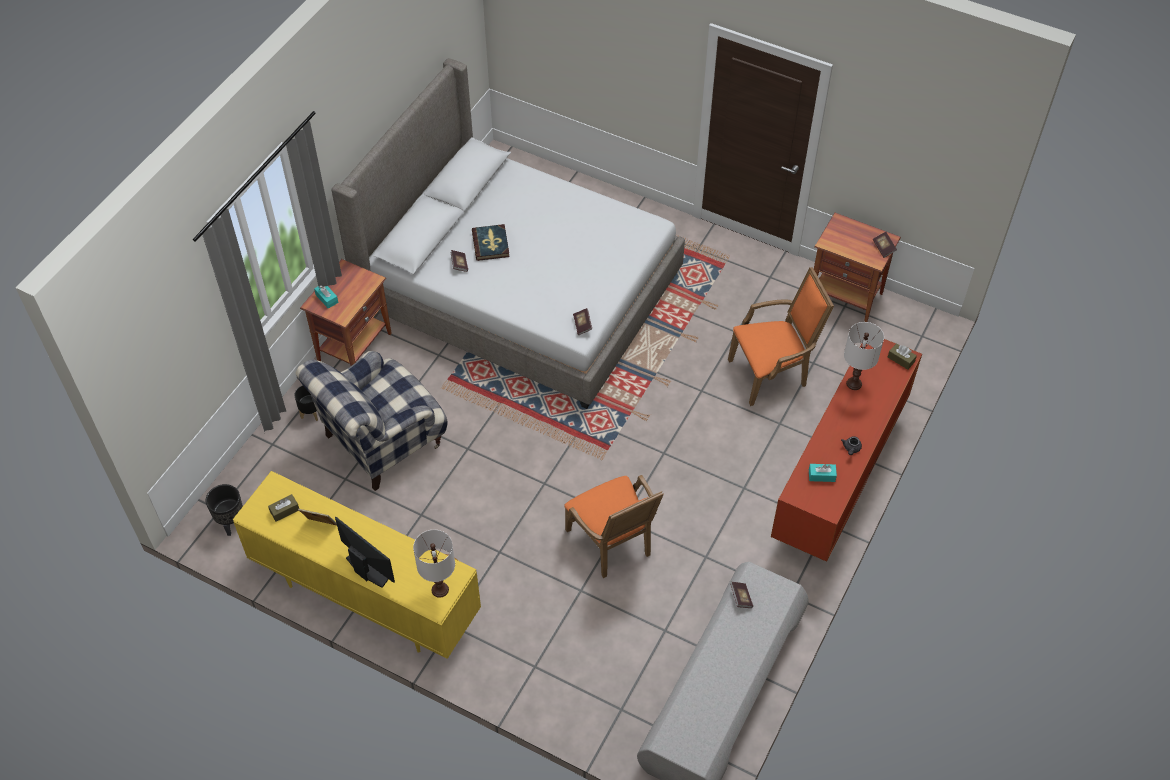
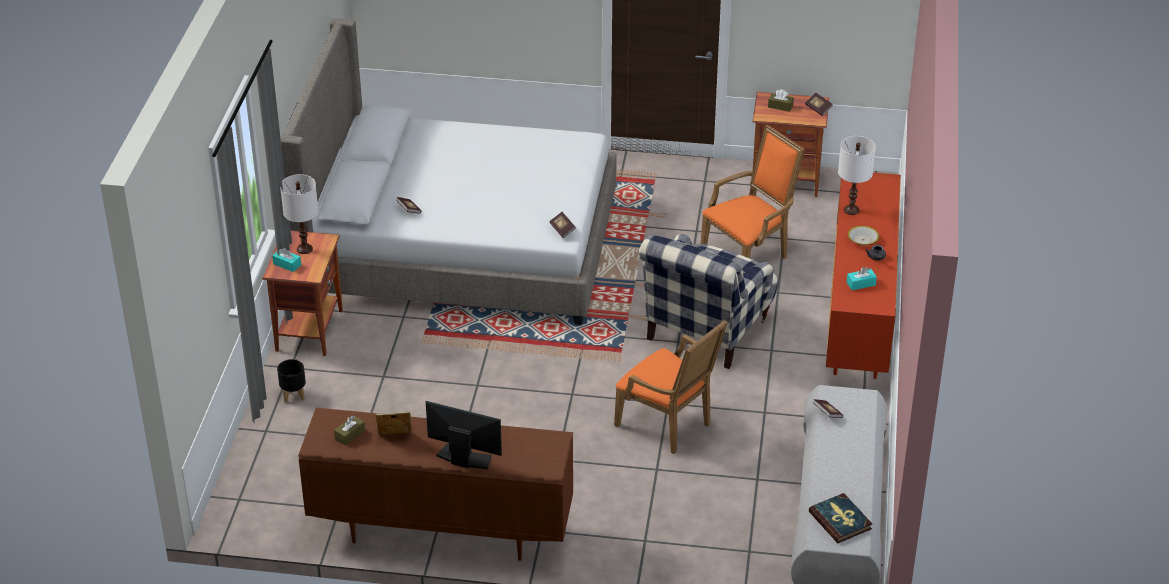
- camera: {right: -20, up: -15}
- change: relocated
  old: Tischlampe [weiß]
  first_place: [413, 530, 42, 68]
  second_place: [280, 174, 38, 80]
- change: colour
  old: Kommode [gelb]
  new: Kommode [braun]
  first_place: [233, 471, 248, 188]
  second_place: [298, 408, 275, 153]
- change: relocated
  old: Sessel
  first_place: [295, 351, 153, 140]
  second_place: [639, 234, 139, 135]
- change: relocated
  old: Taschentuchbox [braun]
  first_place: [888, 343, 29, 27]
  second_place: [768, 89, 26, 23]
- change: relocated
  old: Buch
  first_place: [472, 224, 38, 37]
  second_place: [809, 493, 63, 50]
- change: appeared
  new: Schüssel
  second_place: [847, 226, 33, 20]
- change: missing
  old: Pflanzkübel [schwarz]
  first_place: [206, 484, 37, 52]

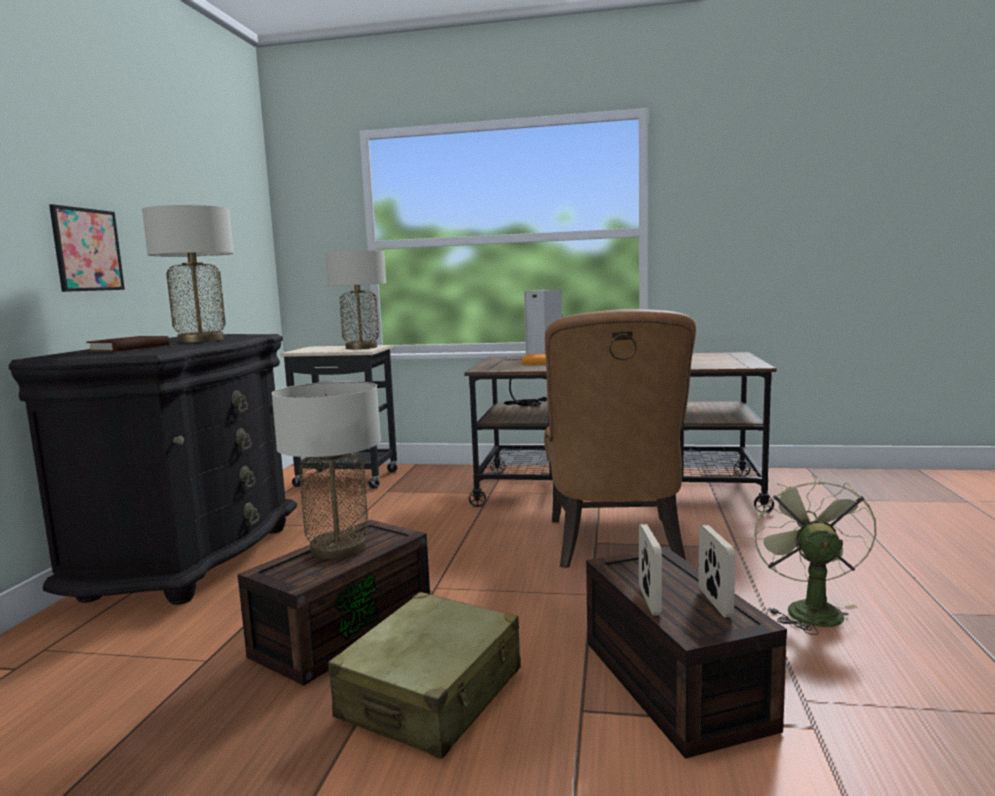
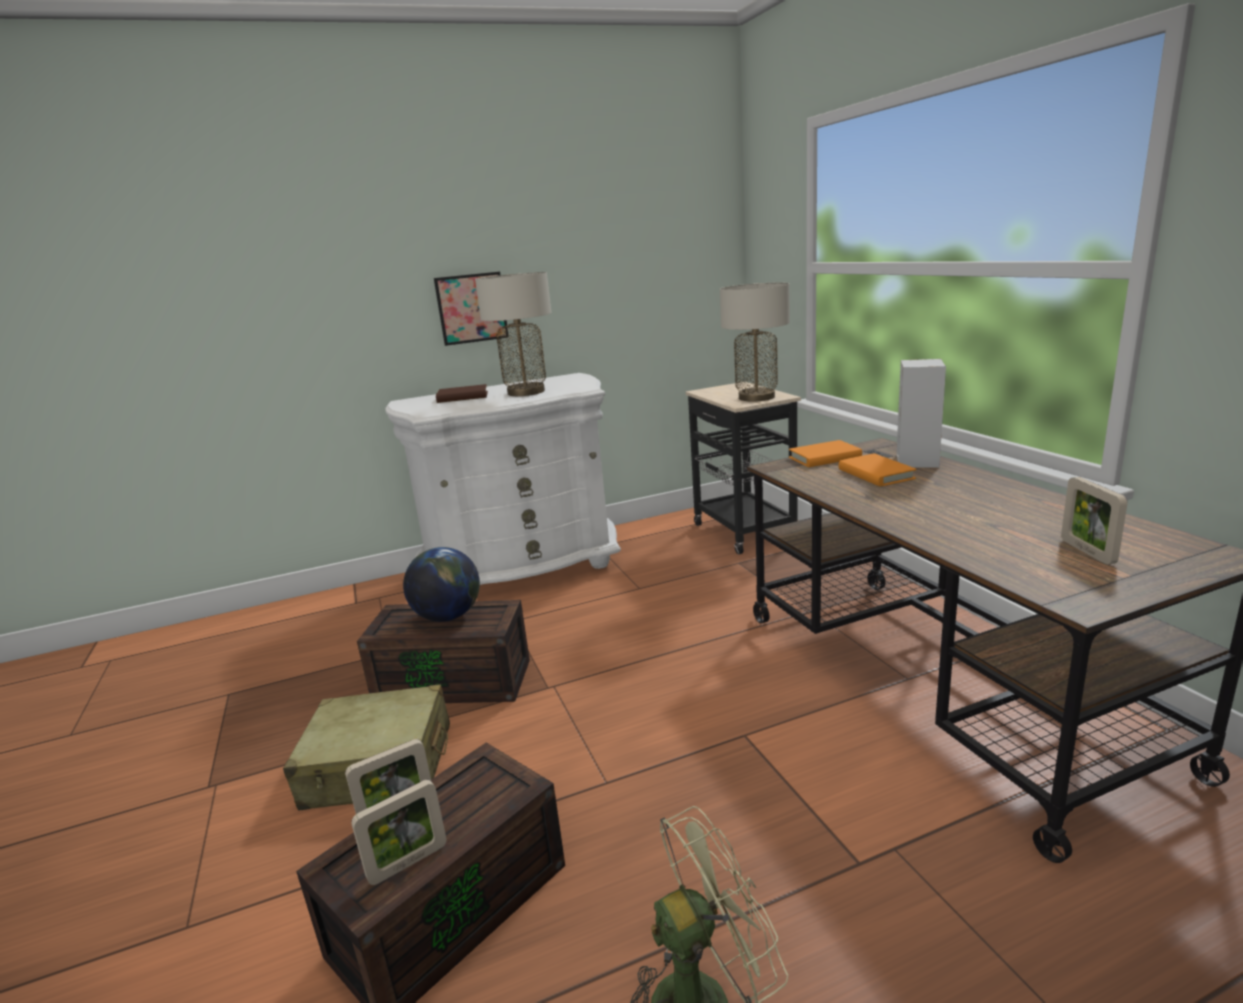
- camera: {right: 60, up: 10}
- change: colour
  old: Kommode [schwarz]
  new: Kommode [weiß]
  first_place: [9, 334, 288, 271]
  second_place: [385, 373, 236, 212]
- change: exchanged
  old: Tischlampe
  new: Globus
  first_place: [272, 381, 109, 178]
  second_place: [403, 547, 77, 75]
- change: appeared
  new: Buch [orange]
  second_place: [789, 440, 73, 27]
- change: appeared
  new: Bilderrahmen
  second_place: [1061, 477, 66, 88]
- change: missing
  old: Stuhl [braun]
  first_place: [544, 309, 152, 259]

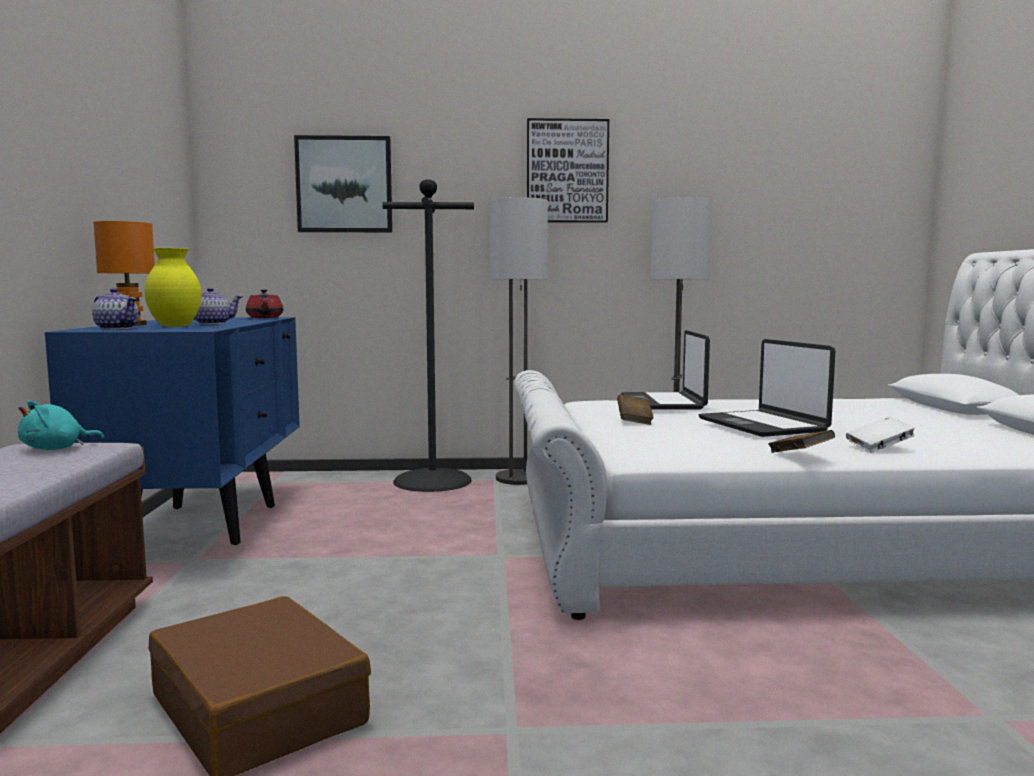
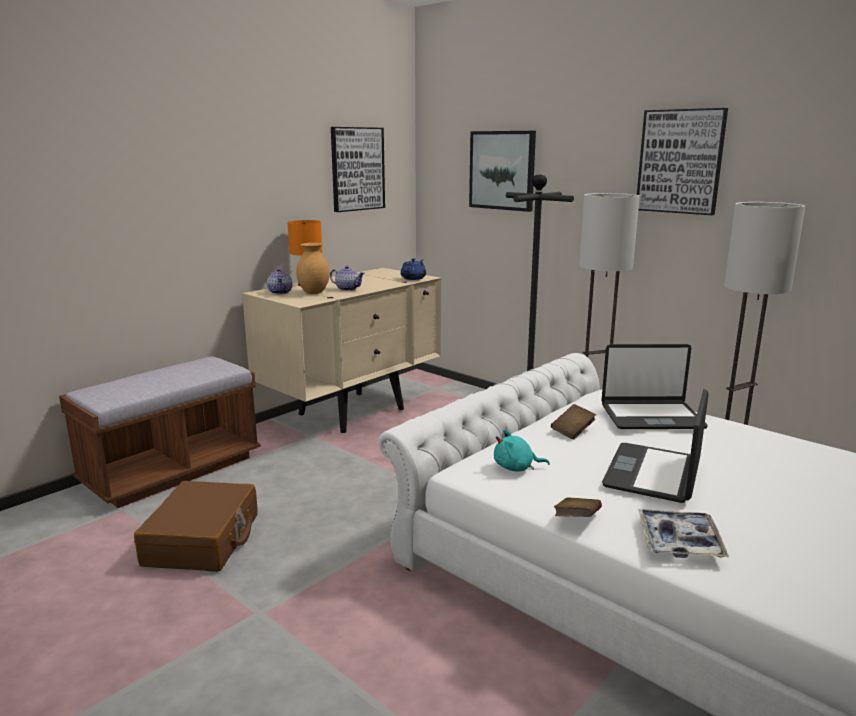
- camera: {right: 45, up: 10}
- change: colour
  old: Kommode [blau]
  new: Kommode [beige]
  first_place: [45, 317, 255, 228]
  second_place: [242, 268, 199, 165]
- change: colour
  old: Vase [gelb]
  new: Vase [braun]
  first_place: [145, 248, 56, 79]
  second_place: [296, 243, 34, 51]
- change: appeared
  new: Bild
  second_place: [331, 127, 54, 85]
- change: colour
  old: Teekanne [rot]
  new: Teekanne [blau]
  first_place: [246, 289, 37, 29]
  second_place: [401, 258, 25, 22]
- change: relocated
  old: Plüschtier [türkis]
  first_place: [18, 401, 86, 49]
  second_place: [494, 430, 56, 42]
- change: spun
  old: Laptop
  first_place: [621, 330, 89, 80]
  second_place: [601, 344, 107, 85]
  degrees: -135
- change: exchanged
  old: Buch [weiß]
  new: Tablett
  first_place: [846, 416, 69, 37]
  second_place: [638, 509, 91, 49]

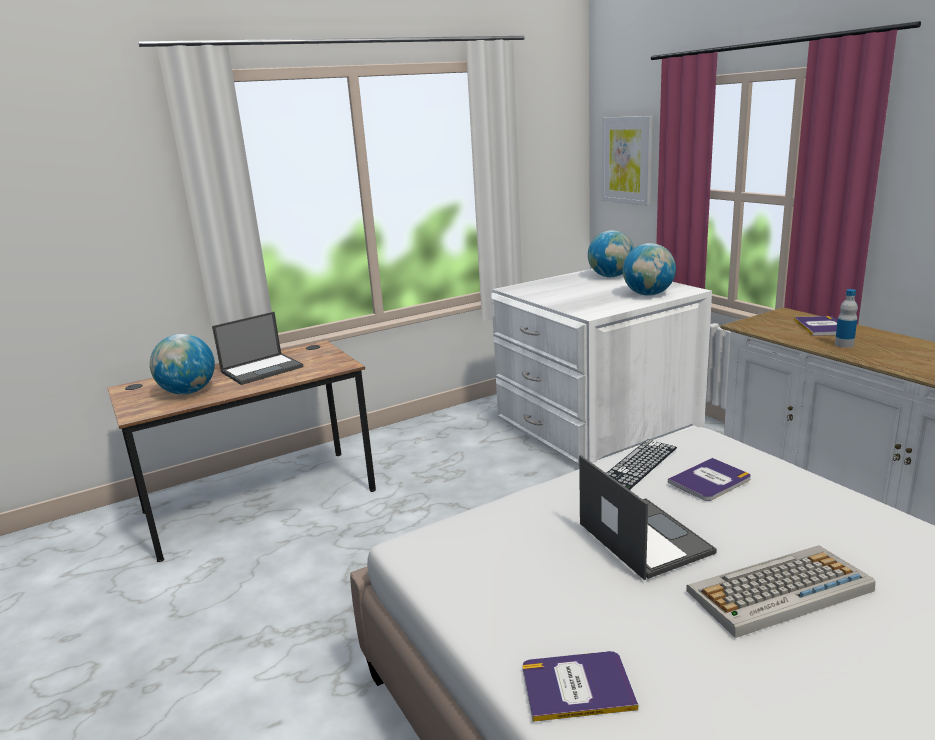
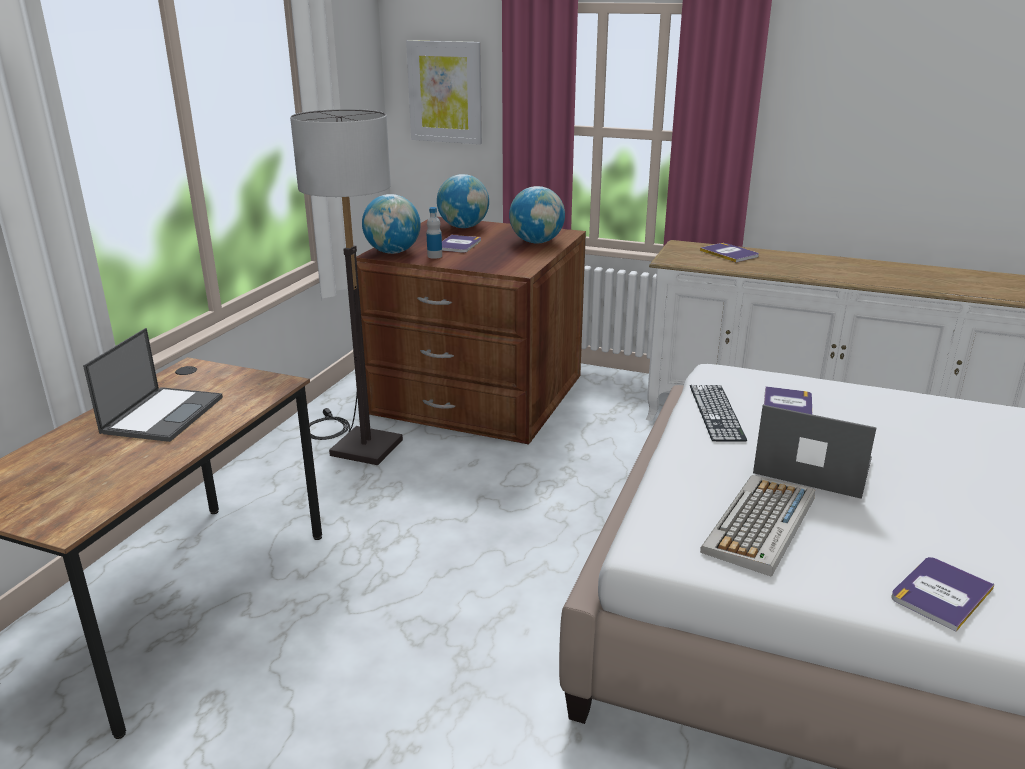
- camera: {right: -40, up: 5}
- change: appeared
  new: Stehlampe
  second_place: [290, 109, 113, 356]
- change: colour
  old: Kommode [weiß]
  new: Kommode [braun]
  first_place: [491, 269, 221, 197]
  second_place: [356, 217, 230, 228]
- change: relocated
  old: Globus
  first_place: [150, 334, 65, 61]
  second_place: [362, 194, 59, 60]
- change: relocated
  old: Flasche
  first_place: [835, 289, 23, 59]
  second_place: [426, 207, 16, 52]
- change: appeared
  new: Buch
  second_place: [442, 235, 39, 18]
- change: relocated
  old: Tastatur
  first_place: [686, 545, 190, 93]
  second_place: [700, 475, 115, 102]

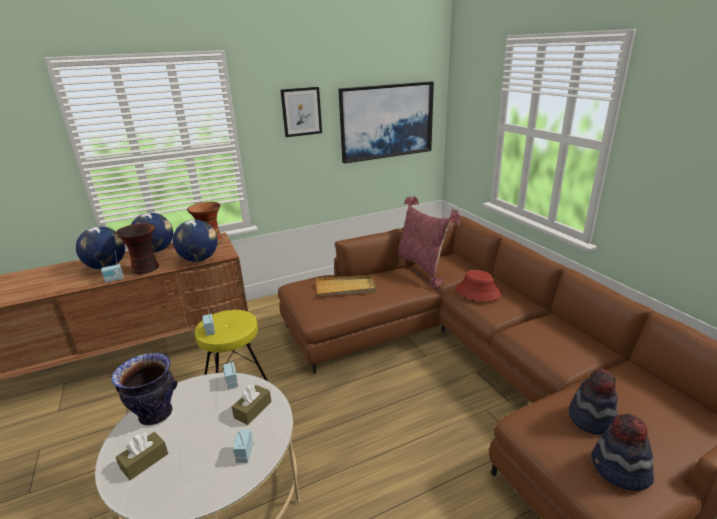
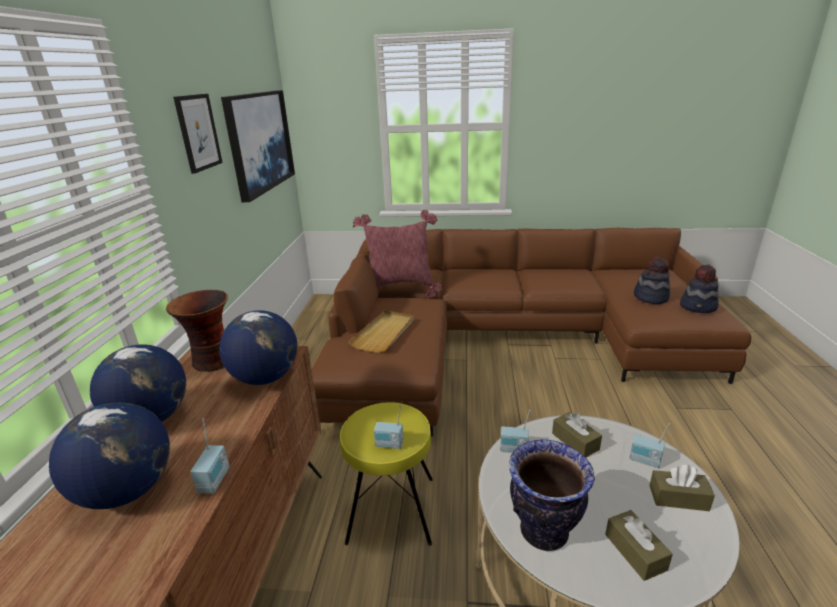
- camera: {right: -60, up: 0}
- change: appeared
  new: Taschentuchbox [braun]
  second_place: [649, 465, 66, 46]
- change: missing
  old: Vase
  first_place: [115, 223, 44, 51]
- change: missing
  old: Hut [rot]
  first_place: [456, 270, 46, 31]

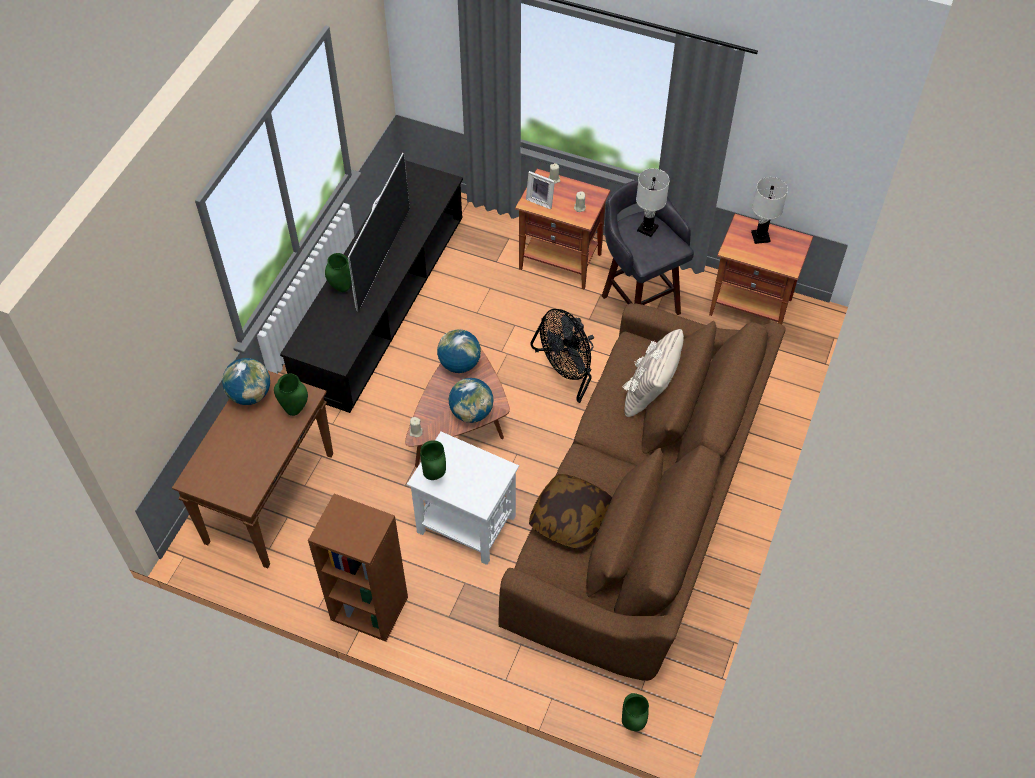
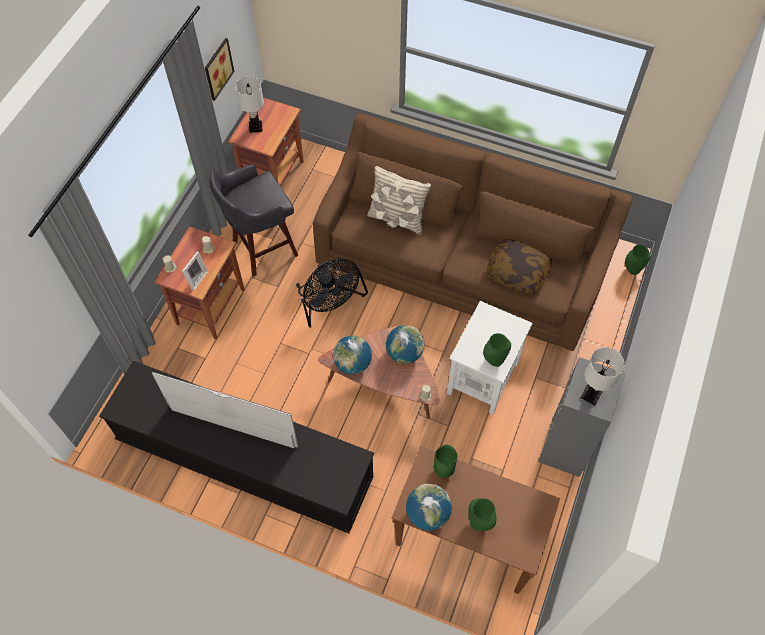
- camera: {right: -90, up: 5}
- change: appeared
  new: Bild
  second_place: [205, 38, 29, 63]
- change: relocated
  old: Vase [grün]
  first_place: [325, 253, 27, 39]
  second_place: [468, 499, 29, 32]
- change: colour
  old: Bücherregal [braun]
  new: Bücherregal [grau]
  first_place: [308, 494, 100, 148]
  second_place: [538, 357, 88, 120]
- change: relocated
  old: Tischlampe [weiß]
  first_place: [636, 168, 34, 69]
  second_place: [580, 347, 45, 58]

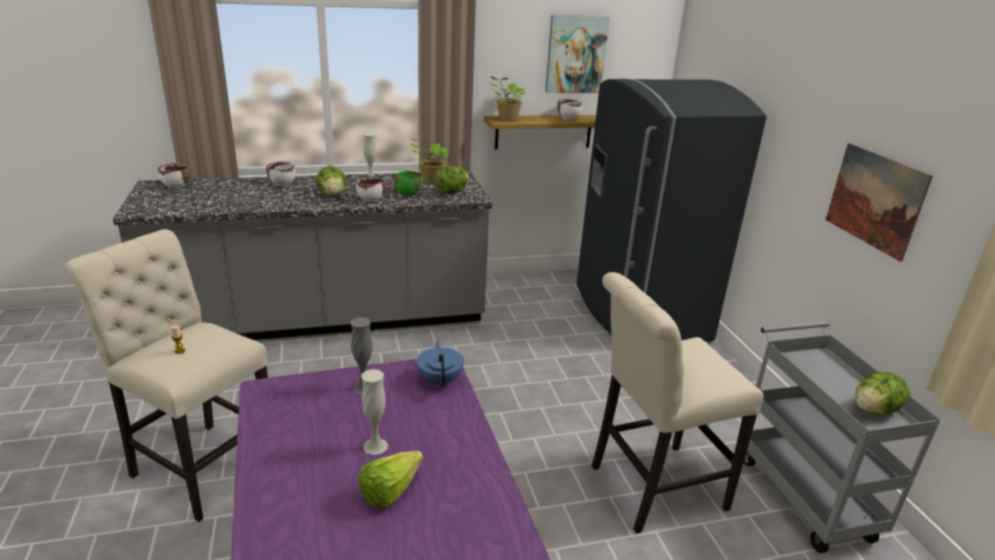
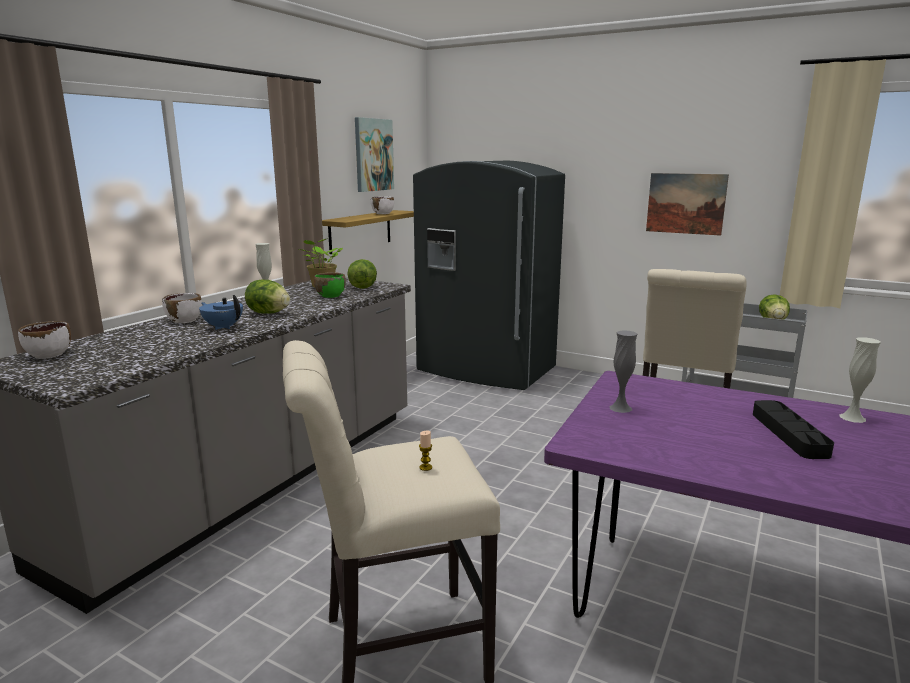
- camera: {right: -45, up: -10}
- change: relocated
  old: Teekanne [blau]
  first_place: [417, 341, 47, 46]
  second_place: [199, 295, 44, 35]
- change: exchanged
  old: Salatkopf
  new: Tablett [schwarz]
  first_place: [359, 451, 64, 58]
  second_place: [753, 400, 81, 59]
- change: relocated
  old: Vase [weiß]
  first_place: [362, 369, 26, 86]
  second_place: [839, 337, 42, 86]
- change: missing
  old: Schüssel [weiß]
  first_place: [356, 176, 30, 26]
- change: missing
  old: Topfpflanze
  first_place: [490, 76, 36, 46]

